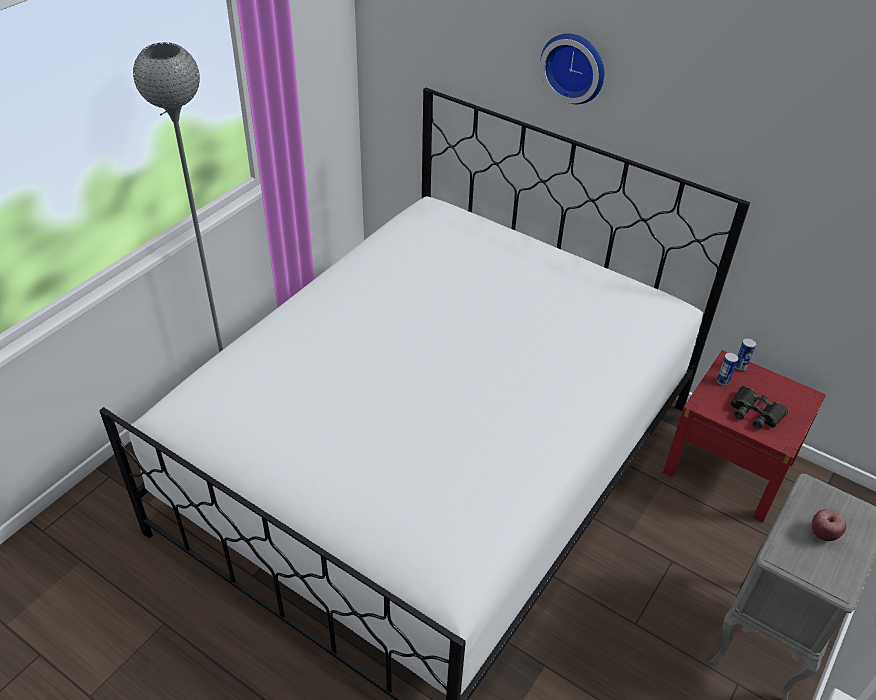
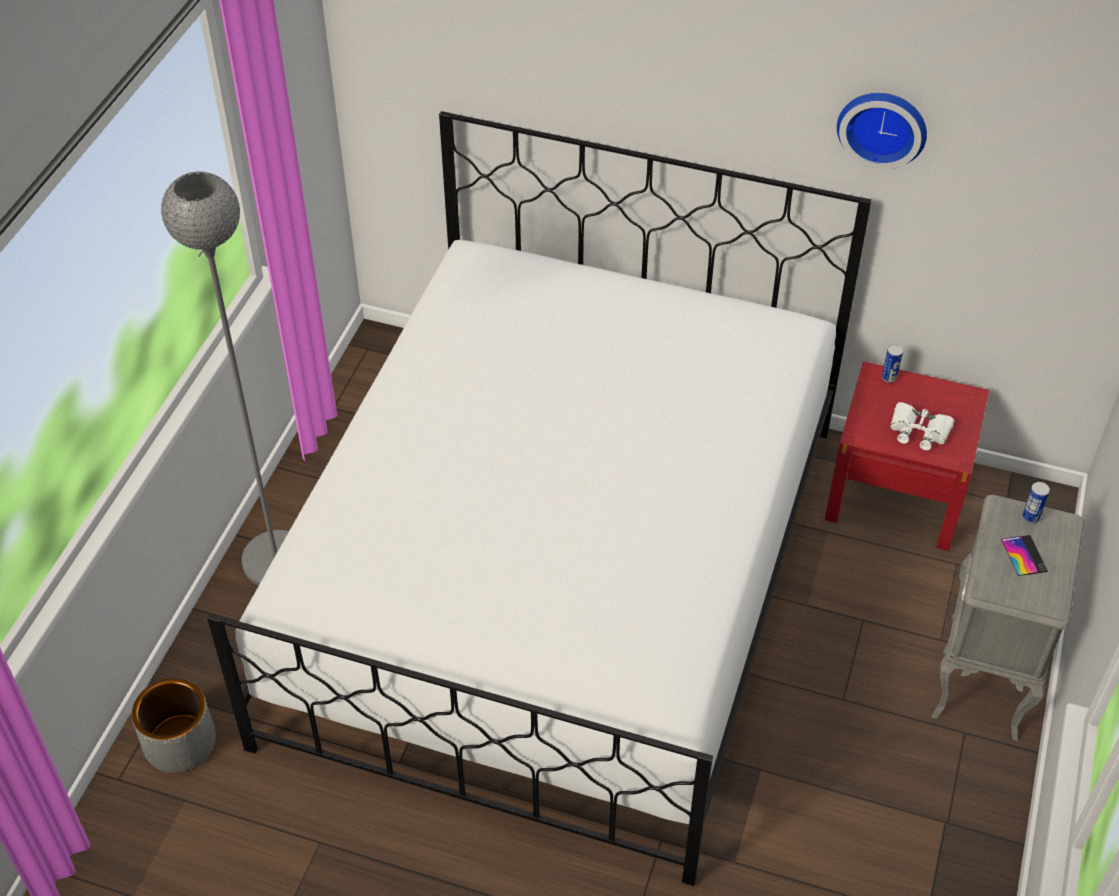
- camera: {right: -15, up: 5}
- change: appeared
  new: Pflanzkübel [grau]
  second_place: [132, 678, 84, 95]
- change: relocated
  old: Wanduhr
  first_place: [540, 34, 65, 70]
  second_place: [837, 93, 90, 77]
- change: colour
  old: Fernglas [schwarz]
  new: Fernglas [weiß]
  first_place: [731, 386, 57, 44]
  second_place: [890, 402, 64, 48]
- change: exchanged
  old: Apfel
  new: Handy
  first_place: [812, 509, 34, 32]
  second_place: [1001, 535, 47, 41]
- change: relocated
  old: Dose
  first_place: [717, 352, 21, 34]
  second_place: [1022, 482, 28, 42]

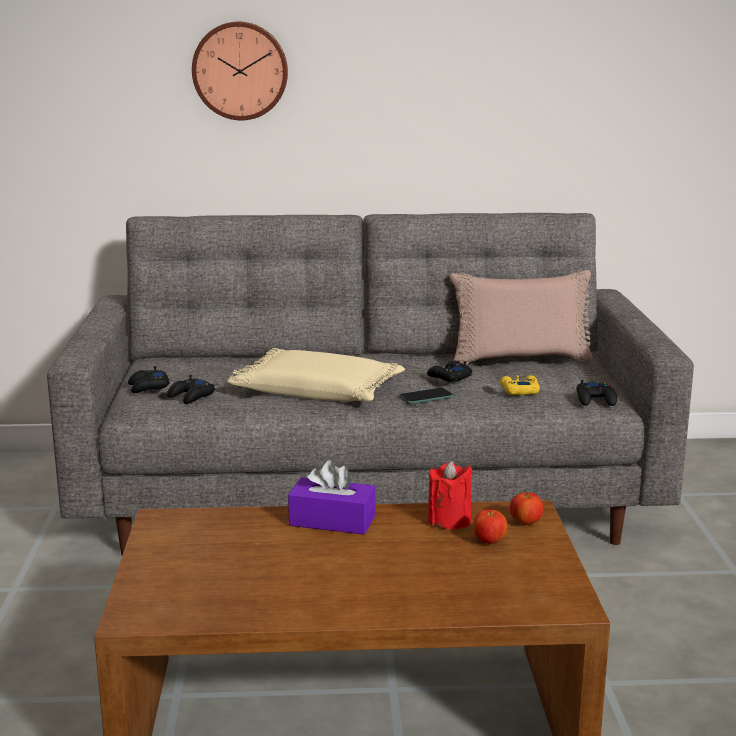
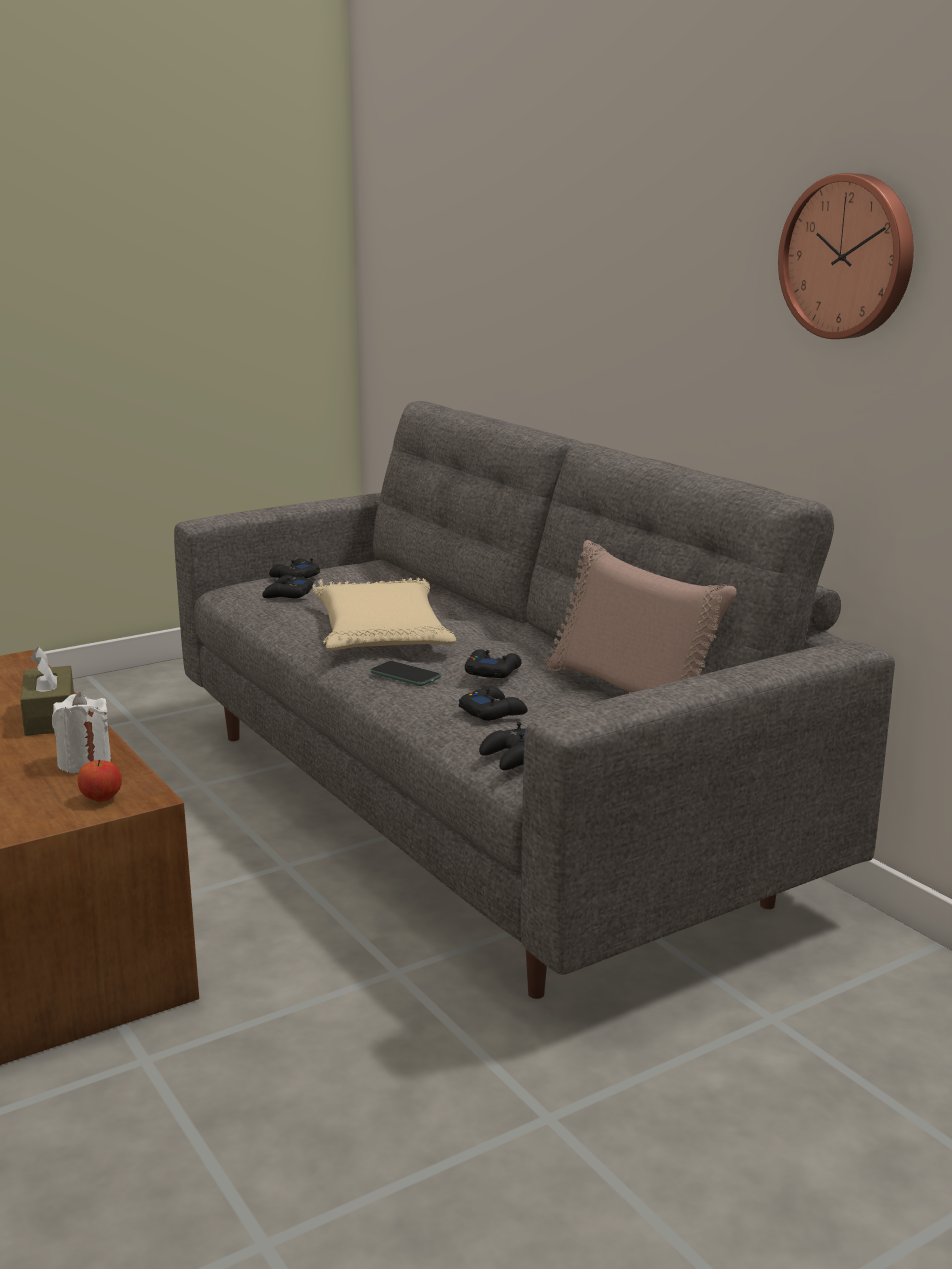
- camera: {right: 60, up: 0}
- change: colour
  old: Taschentuchbox [lila]
  new: Taschentuchbox [braun]
  first_place: [288, 460, 87, 75]
  second_place: [20, 647, 54, 89]
- change: colour
  old: Kerze [rot]
  new: Kerze [weiß]
  first_place: [428, 461, 45, 68]
  second_place: [52, 692, 59, 81]
- change: colour
  old: Gamepad [gelb]
  new: Gamepad [schwarz]
  first_place: [500, 375, 40, 20]
  second_place: [459, 686, 69, 35]
- change: relocated
  old: Wanduhr
  first_place: [192, 22, 96, 98]
  second_place: [778, 173, 136, 166]
- change: missing
  old: Apfel
  first_place: [473, 510, 35, 34]

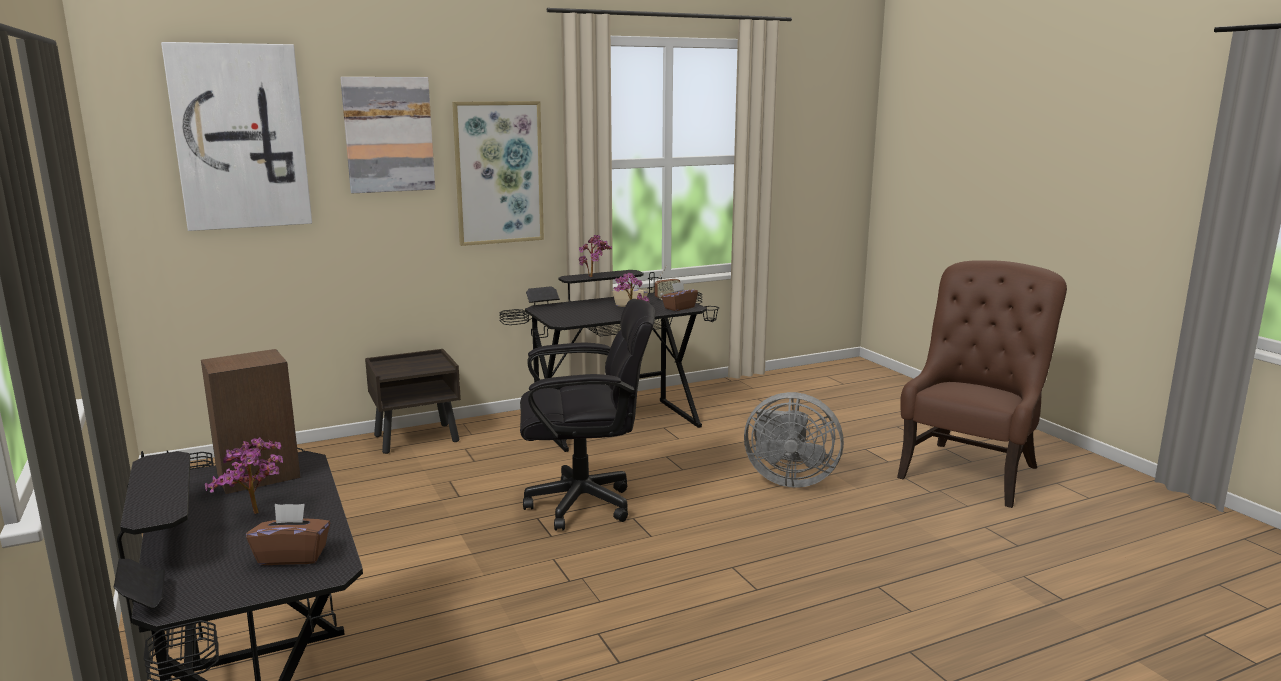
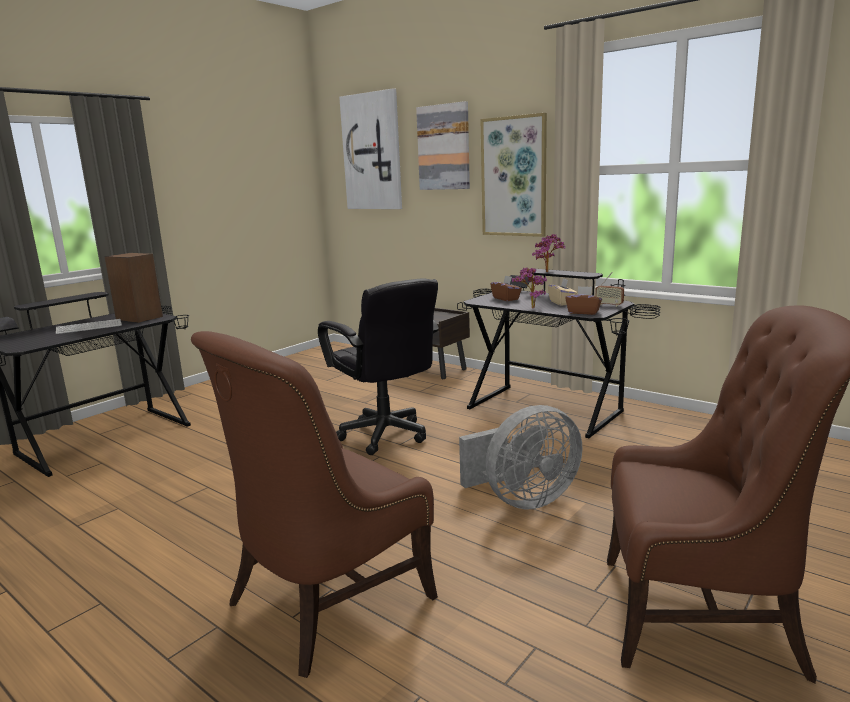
- camera: {right: 65, up: 0}
- change: exchanged
  old: Topfpflanze
  new: Tastatur
  first_place: [205, 437, 78, 77]
  second_place: [56, 319, 66, 15]
- change: appeared
  new: Stuhl [braun]
  second_place: [191, 331, 247, 347]
- change: spun
  old: Ventilator [grau]
  first_place: [744, 392, 100, 96]
  second_place: [459, 405, 124, 104]
  degrees: -105
- change: relocated
  old: Taschentuchbox [braun]
  first_place: [246, 504, 84, 61]
  second_place: [491, 275, 31, 26]

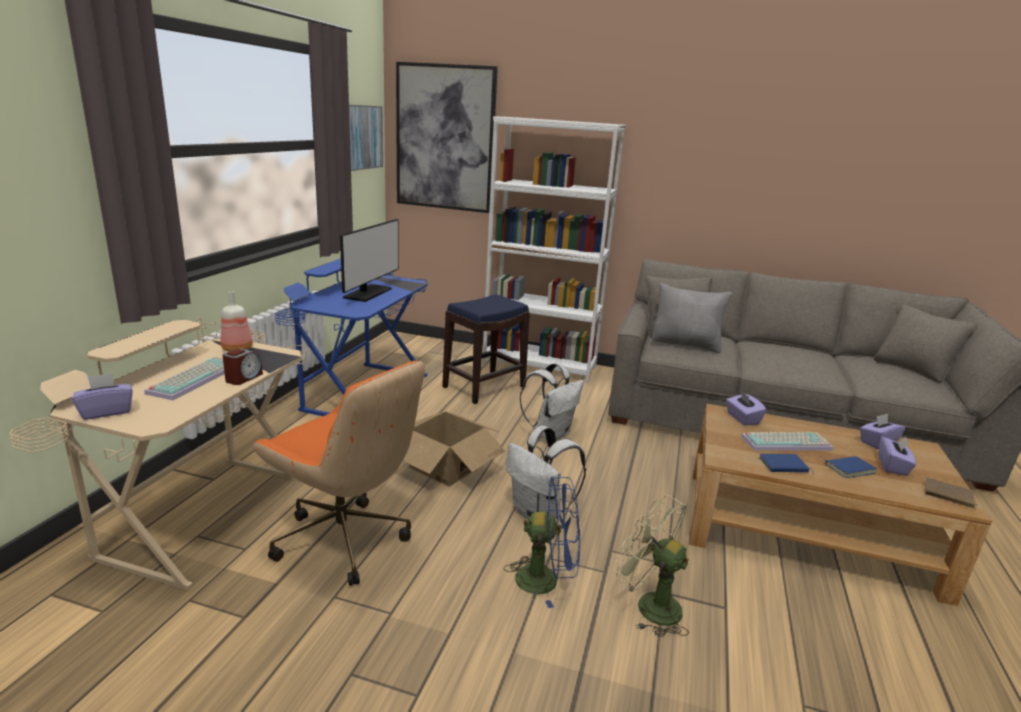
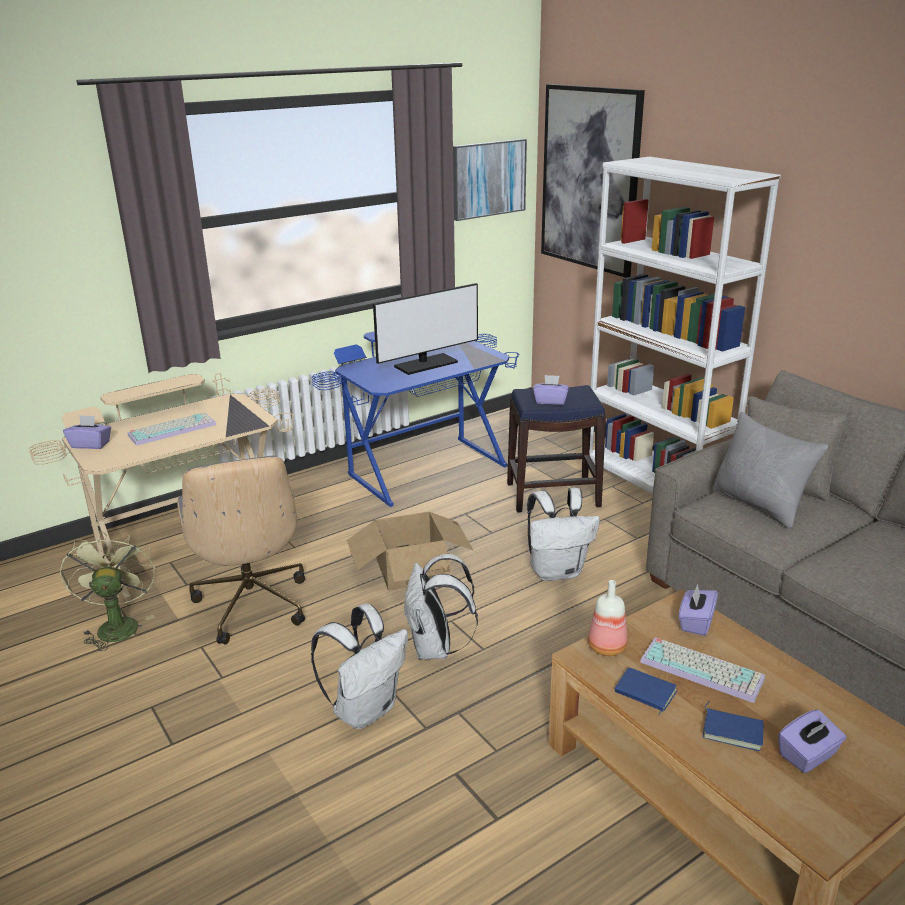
- camera: {right: 40, up: 5}
- change: relocated
  old: Ventilator [grün]
  first_place: [614, 495, 75, 142]
  second_place: [60, 531, 95, 120]
- change: colour
  old: Bürostuhl [orange]
  new: Bürostuhl [grau]
  first_place: [253, 361, 172, 225]
  second_place: [177, 456, 128, 189]
- change: exchanged
  old: Ventilator [blau]
  new: Rucksack [weiß]
  first_place: [504, 477, 76, 131]
  second_place: [311, 603, 97, 126]
- change: relocated
  old: Taschentuchbox [lila]
  first_place: [860, 414, 45, 35]
  second_place: [533, 375, 36, 30]
- change: relocated
  old: Flasche
  first_place: [221, 291, 32, 61]
  second_place: [588, 580, 40, 76]
- change: missing
  old: Wecker
  first_place: [223, 348, 40, 37]
- change: missing
  old: Buch [braun]
  first_place: [925, 477, 53, 33]

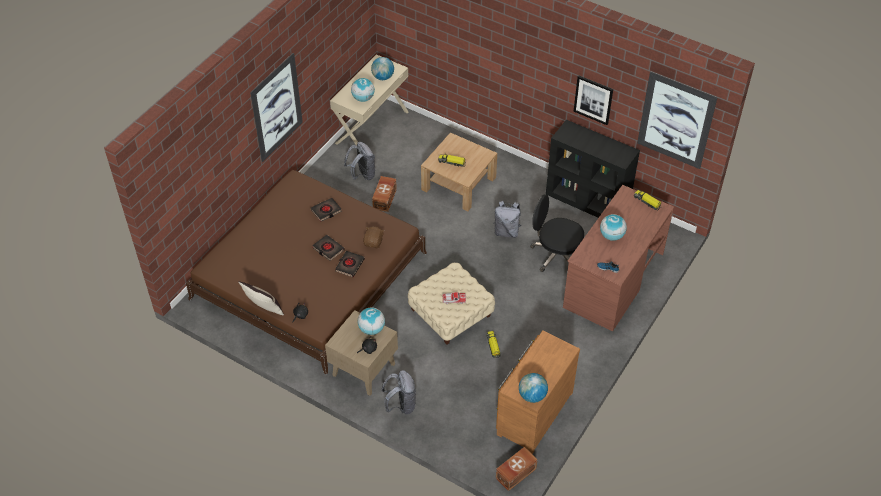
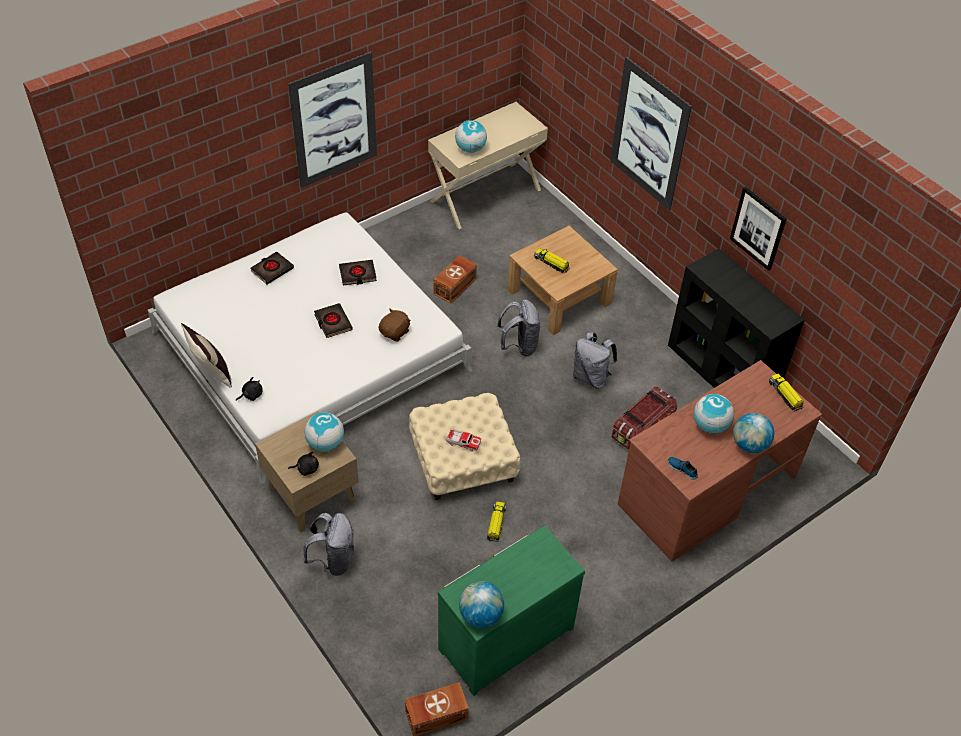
- camera: {right: 20, up: 0}
- change: colour
  old: Bett [braun]
  new: Bett [weiß]
  first_place: [186, 170, 241, 204]
  second_place: [148, 212, 325, 272]
- change: relocated
  old: Buch [schwarz]
  first_place: [335, 251, 30, 26]
  second_place: [250, 251, 44, 33]
- change: colour
  old: Kommode [braun]
  new: Kommode [grün]
  first_place: [496, 330, 84, 124]
  second_place: [438, 525, 147, 171]
- change: relocated
  old: Rucksack [grau]
  first_place: [344, 142, 31, 38]
  second_place: [497, 299, 43, 57]
- change: relocated
  old: Bild
  first_place: [637, 71, 81, 98]
  second_place: [610, 57, 82, 154]
- change: exchanged
  old: Bürostuhl [schwarz]
  new: Aufbewahrungsbox
  first_place: [530, 195, 54, 77]
  second_place: [612, 386, 65, 64]
- change: relocated
  old: Globus
  first_place: [371, 57, 23, 23]
  second_place: [733, 413, 41, 40]

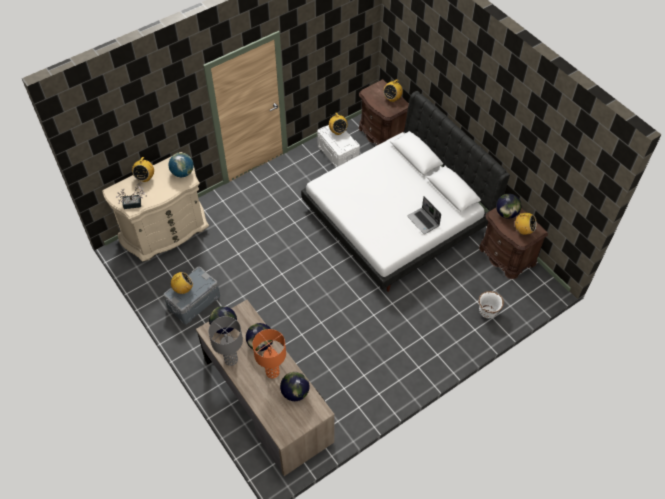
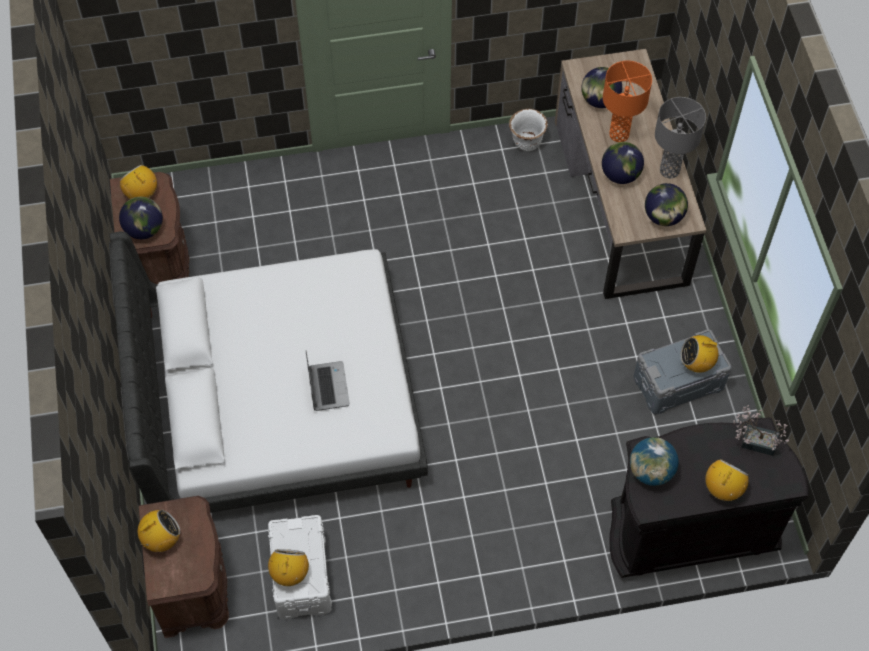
- camera: {right: -155, up: 5}
- change: relocated
  old: Laptop
  first_place: [407, 196, 34, 38]
  second_place: [306, 351, 44, 60]
- change: relocated
  old: Pflanzkübel [weiß]
  first_place: [479, 291, 25, 28]
  second_place: [509, 109, 39, 42]
- change: colour
  old: Kommode [beige]
  new: Kommode [schwarz]
  first_place: [102, 152, 107, 109]
  second_place: [609, 418, 200, 160]

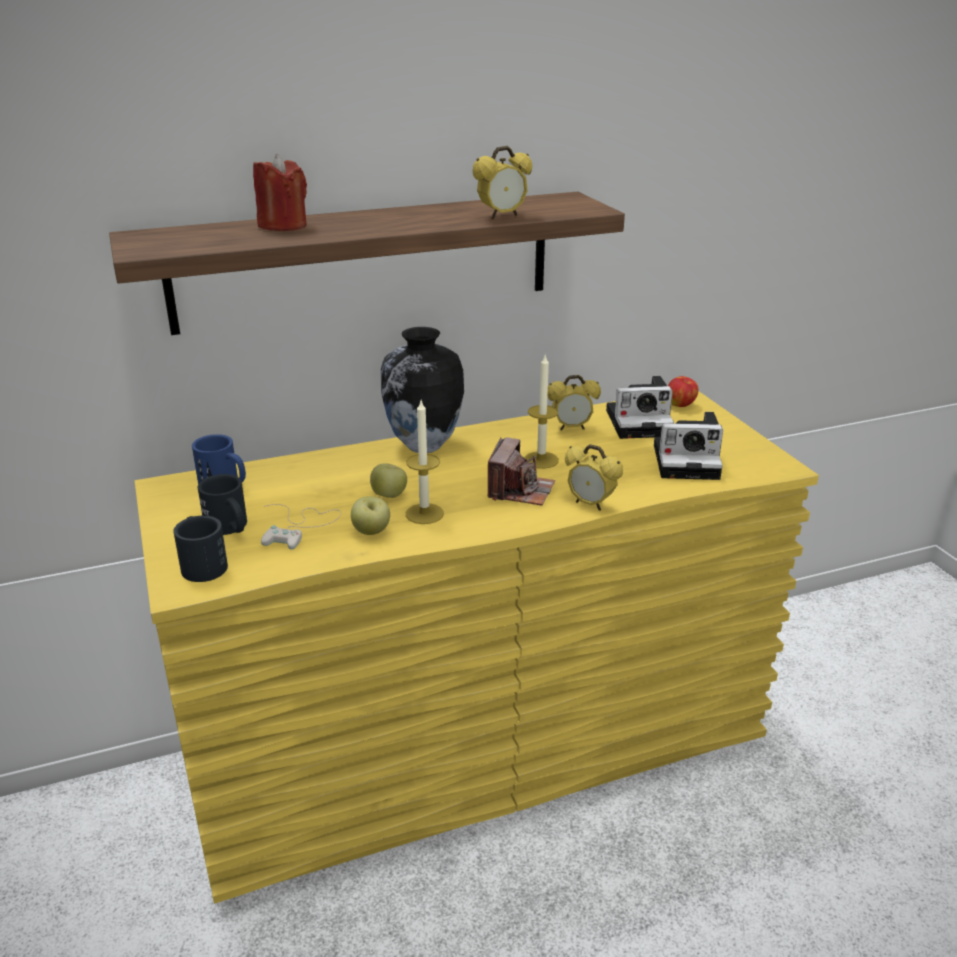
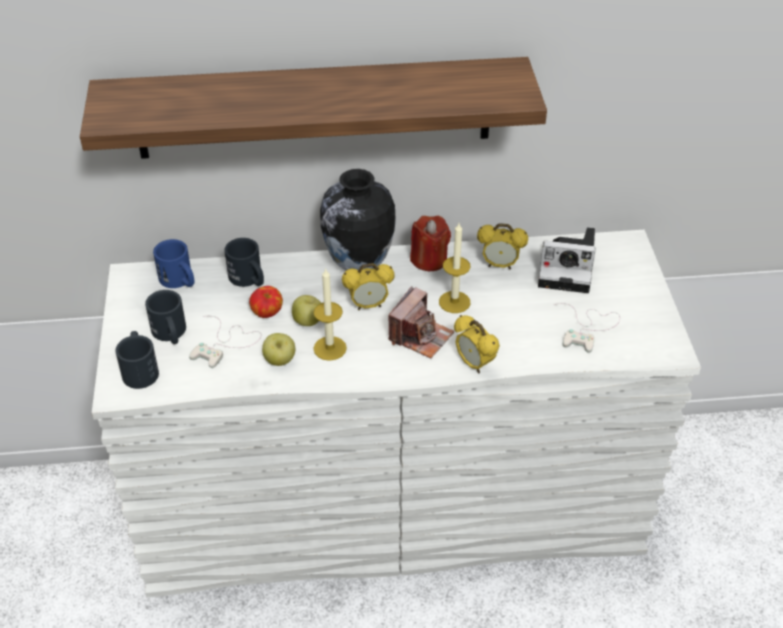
- camera: {right: 15, up: 15}
- change: colour
  old: Kommode [gelb]
  new: Kommode [weiß]
  first_place: [134, 391, 685, 513]
  second_place: [92, 230, 609, 367]
- change: appeared
  new: Henkelbecher [schwarz]
  second_place: [224, 238, 40, 49]
- change: relocated
  old: Apfel
  first_place: [668, 376, 31, 31]
  second_place: [249, 286, 34, 32]
- change: relocated
  old: Wecker
  first_place: [473, 146, 59, 73]
  second_place: [342, 263, 53, 47]
- change: relocated
  old: Kerze [rot]
  first_place: [253, 154, 54, 77]
  second_place: [410, 216, 41, 55]
- change: exchanged
  old: Kamera
  new: Gamepad [weiß]
  first_place: [654, 412, 69, 68]
  second_place: [554, 303, 66, 50]

